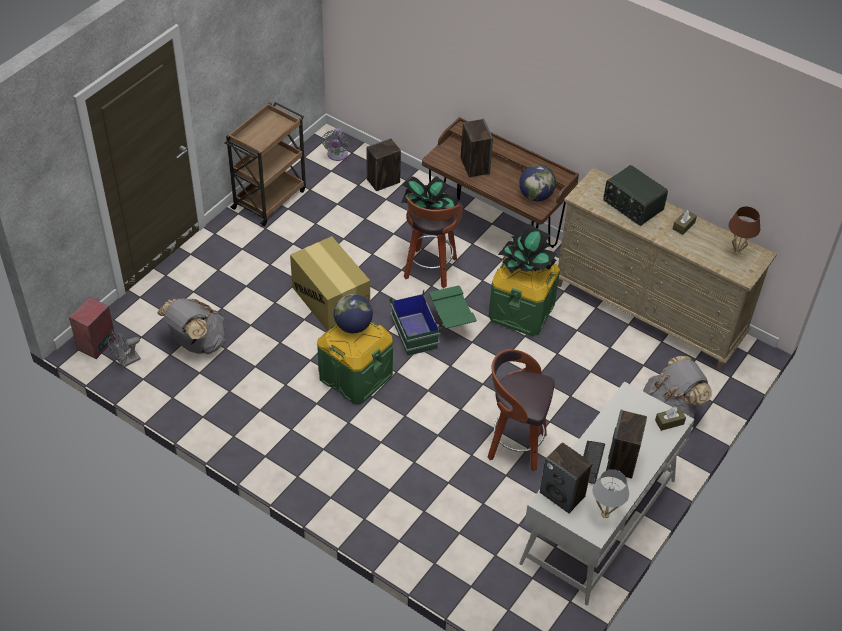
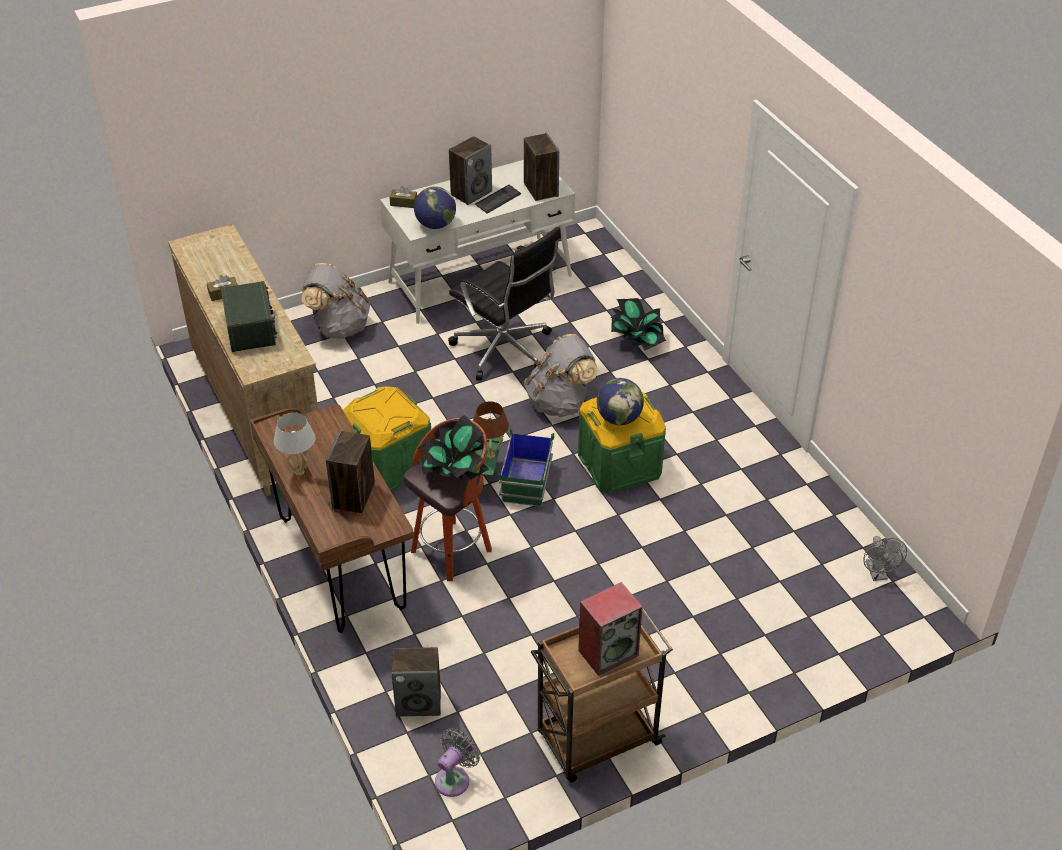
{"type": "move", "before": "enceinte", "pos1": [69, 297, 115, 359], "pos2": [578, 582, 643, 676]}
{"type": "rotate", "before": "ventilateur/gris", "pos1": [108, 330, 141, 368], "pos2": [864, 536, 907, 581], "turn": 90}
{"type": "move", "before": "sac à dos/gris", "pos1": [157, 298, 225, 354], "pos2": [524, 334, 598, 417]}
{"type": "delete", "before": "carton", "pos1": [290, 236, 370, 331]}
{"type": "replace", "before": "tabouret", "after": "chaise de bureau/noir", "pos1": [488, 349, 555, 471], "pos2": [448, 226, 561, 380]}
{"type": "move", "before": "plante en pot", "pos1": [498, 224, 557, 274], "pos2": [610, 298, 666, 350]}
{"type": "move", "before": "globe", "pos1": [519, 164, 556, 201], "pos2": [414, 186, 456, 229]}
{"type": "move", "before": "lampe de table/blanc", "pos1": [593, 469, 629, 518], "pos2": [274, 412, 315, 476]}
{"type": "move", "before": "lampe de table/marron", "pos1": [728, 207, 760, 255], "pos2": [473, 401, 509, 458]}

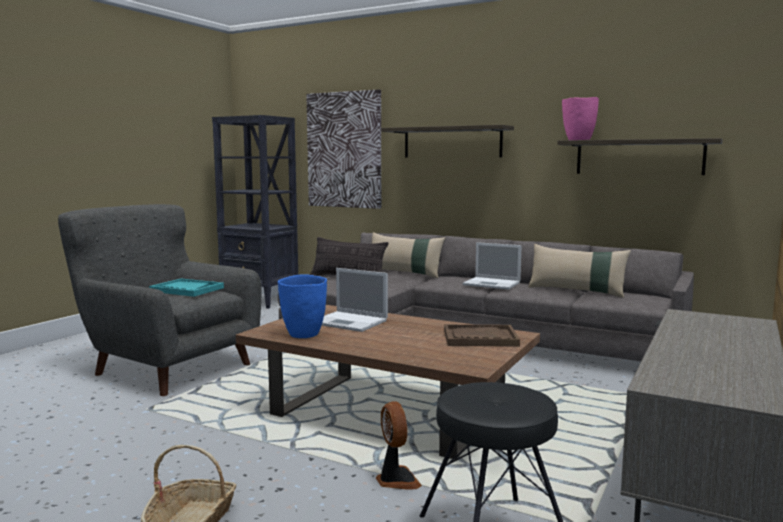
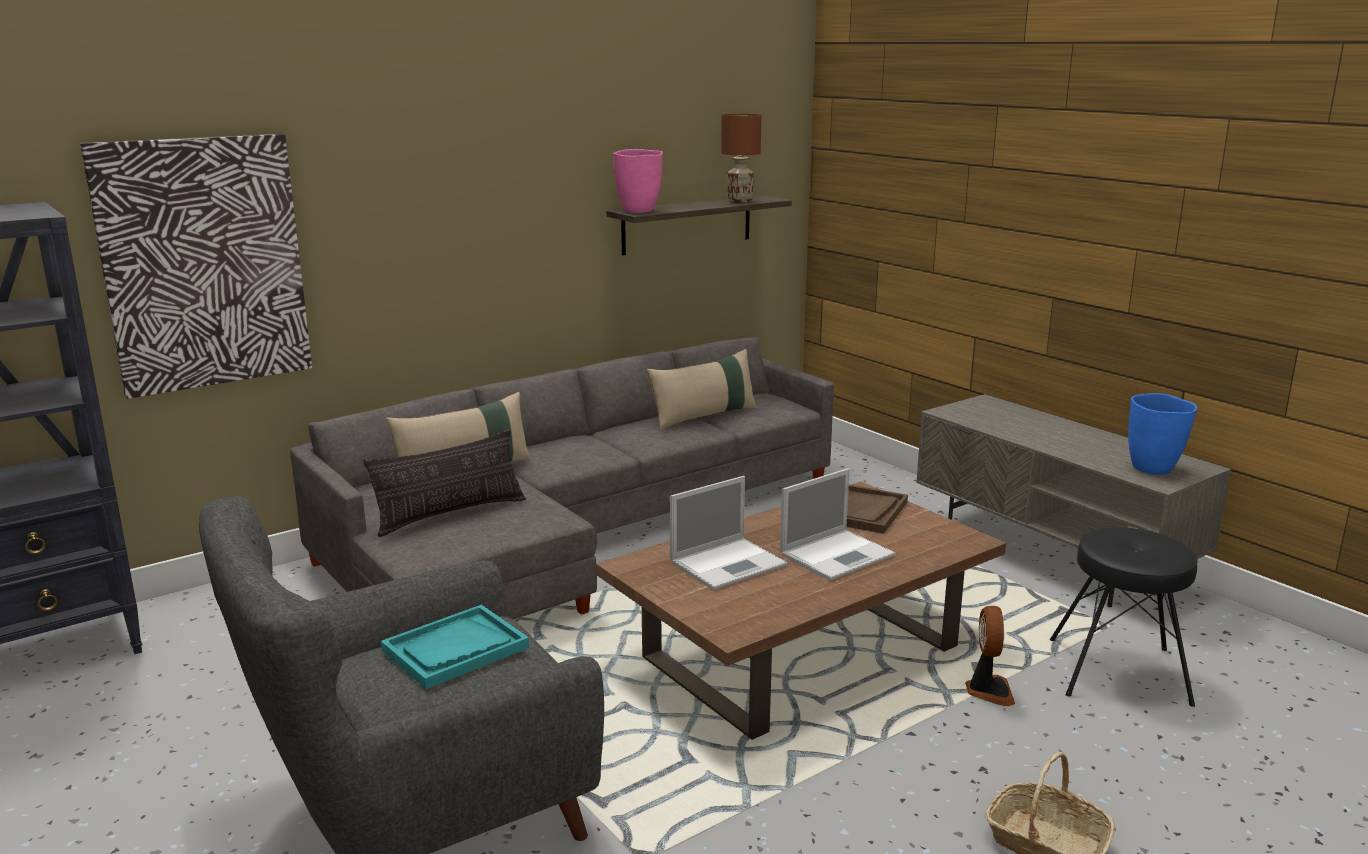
{"type": "move", "before": "vase/bleu", "pos1": [278, 274, 327, 338], "pos2": [1128, 393, 1197, 475]}
{"type": "rotate", "before": "ventilateur", "pos1": [376, 401, 422, 490], "pos2": [965, 606, 1015, 706], "turn": 90}
{"type": "delete", "before": "étagère", "pos1": [381, 125, 514, 158]}
{"type": "move", "before": "ordinateur portable", "pos1": [463, 242, 522, 290], "pos2": [780, 468, 895, 581]}
{"type": "insert", "after": "lampe de table/marron", "pos2": [721, 114, 761, 203]}

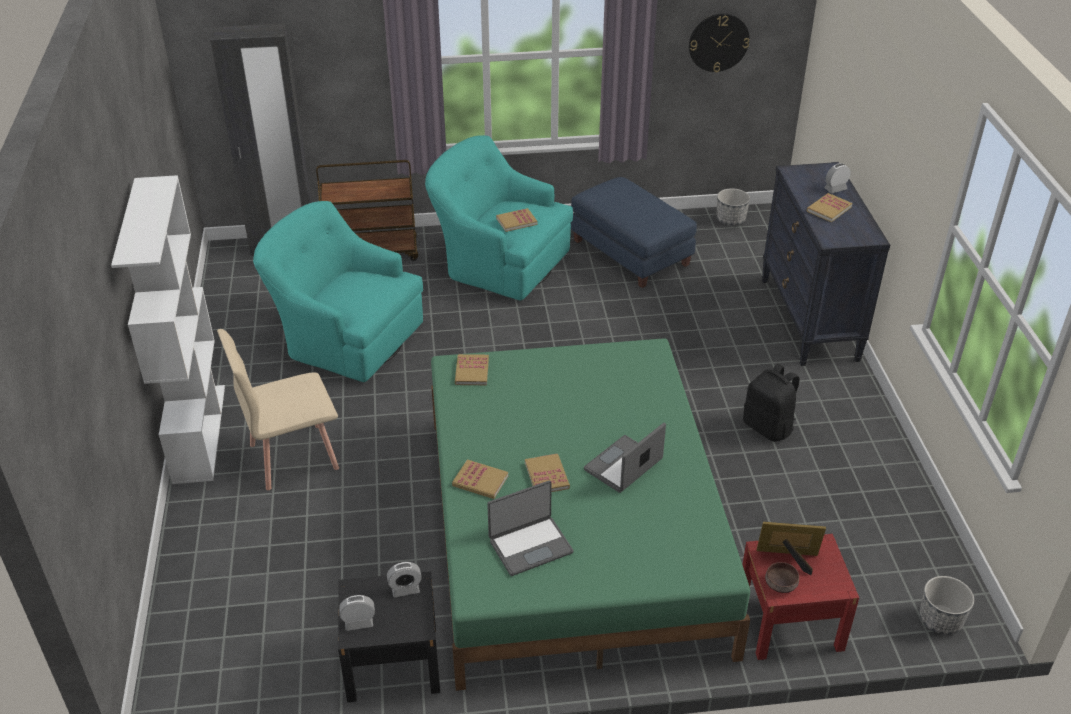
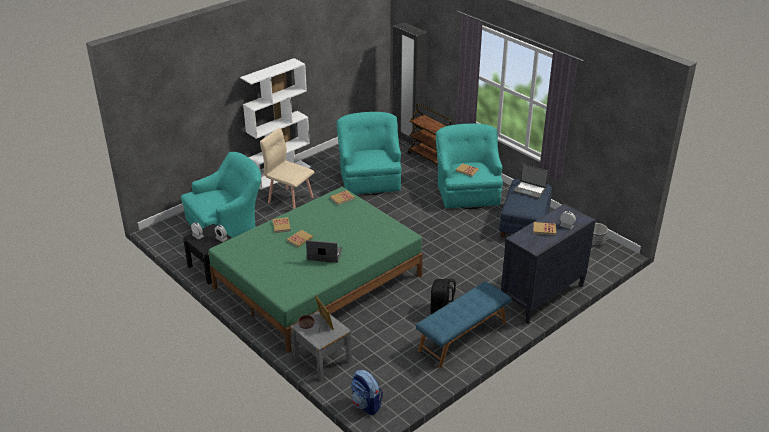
{"type": "move", "before": "ordinateur portable", "pos1": [487, 480, 574, 576], "pos2": [513, 164, 548, 199]}
{"type": "delete", "before": "horloge murale", "pos1": [689, 13, 749, 72]}
{"type": "recolor", "before": "table de chevet/rouge", "after": "table de chevet/gris", "pos1": [742, 534, 859, 660], "pos2": [291, 311, 352, 381]}
{"type": "replace", "before": "cache-pot", "after": "sac à dos", "pos1": [919, 576, 974, 635], "pos2": [351, 370, 383, 415]}
{"type": "insert", "after": "fauteuil/turquoise", "pos2": [181, 152, 261, 238]}
{"type": "insert", "after": "banc/bleu", "pos2": [416, 281, 512, 368]}

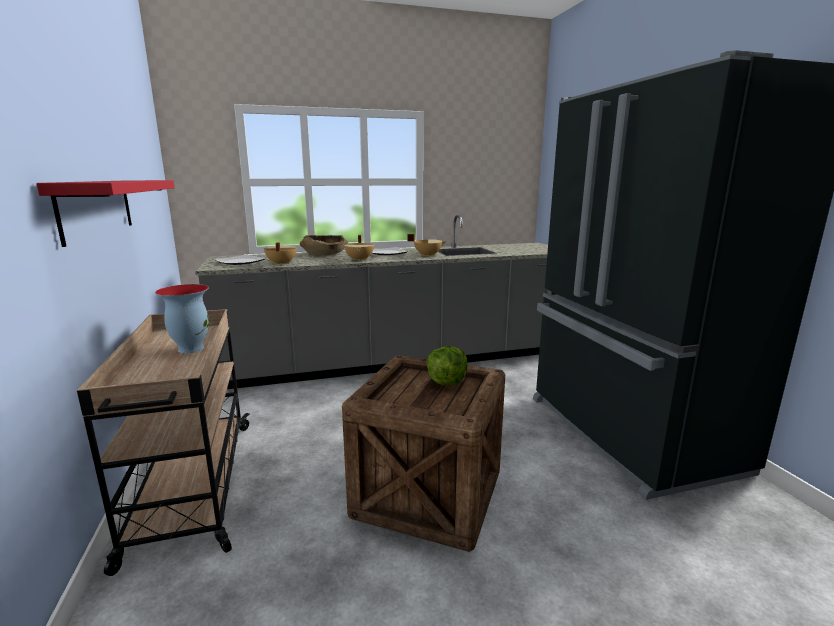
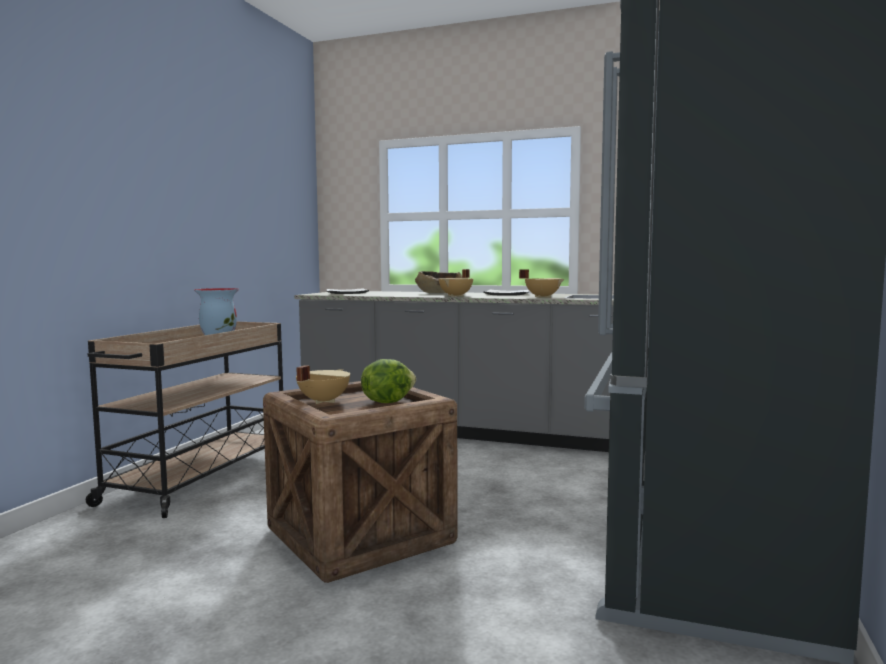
{"type": "delete", "before": "étagère/rouge", "pos1": [36, 180, 175, 247]}
{"type": "move", "before": "marmite/beige", "pos1": [264, 242, 297, 265], "pos2": [296, 365, 350, 404]}

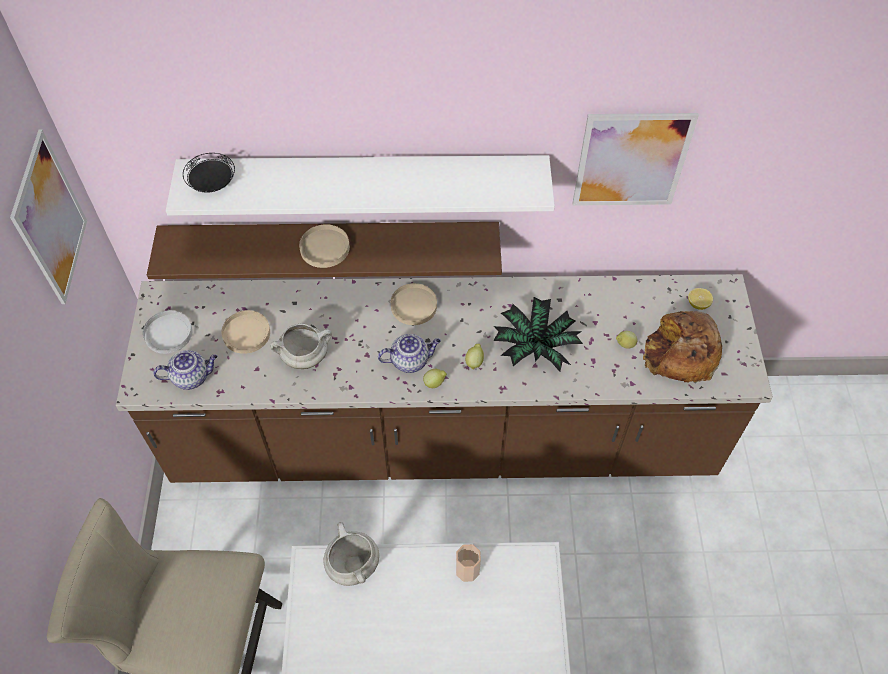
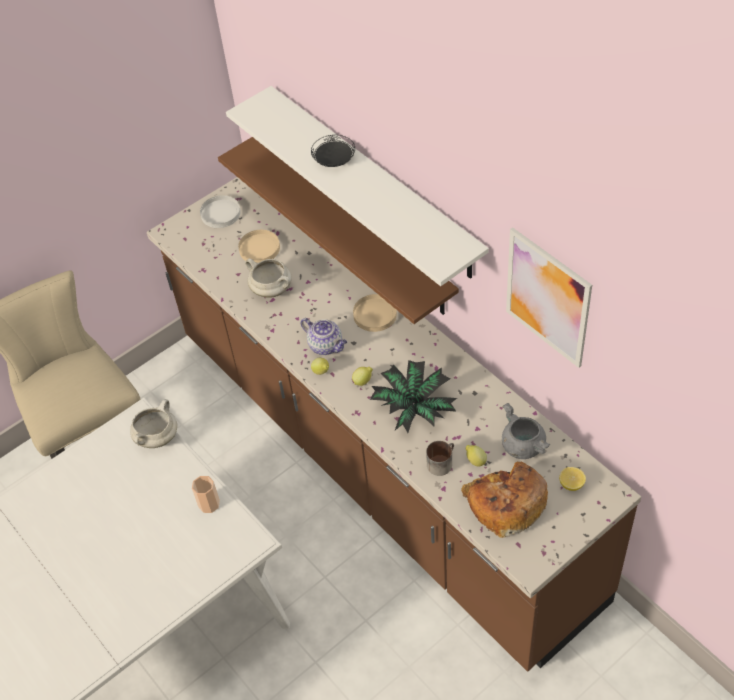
{"type": "delete", "before": "tableau", "pos1": [10, 130, 87, 304]}
{"type": "delete", "before": "théière", "pos1": [153, 350, 218, 390]}
{"type": "move", "before": "assiette/noir", "pos1": [183, 153, 235, 193], "pos2": [311, 135, 355, 167]}
{"type": "delete", "before": "assiette/beige", "pos1": [299, 224, 350, 268]}
{"type": "insert", "after": "mug", "pos2": [426, 441, 454, 476]}
{"type": "insert", "after": "marmite/gris", "pos2": [502, 403, 550, 459]}

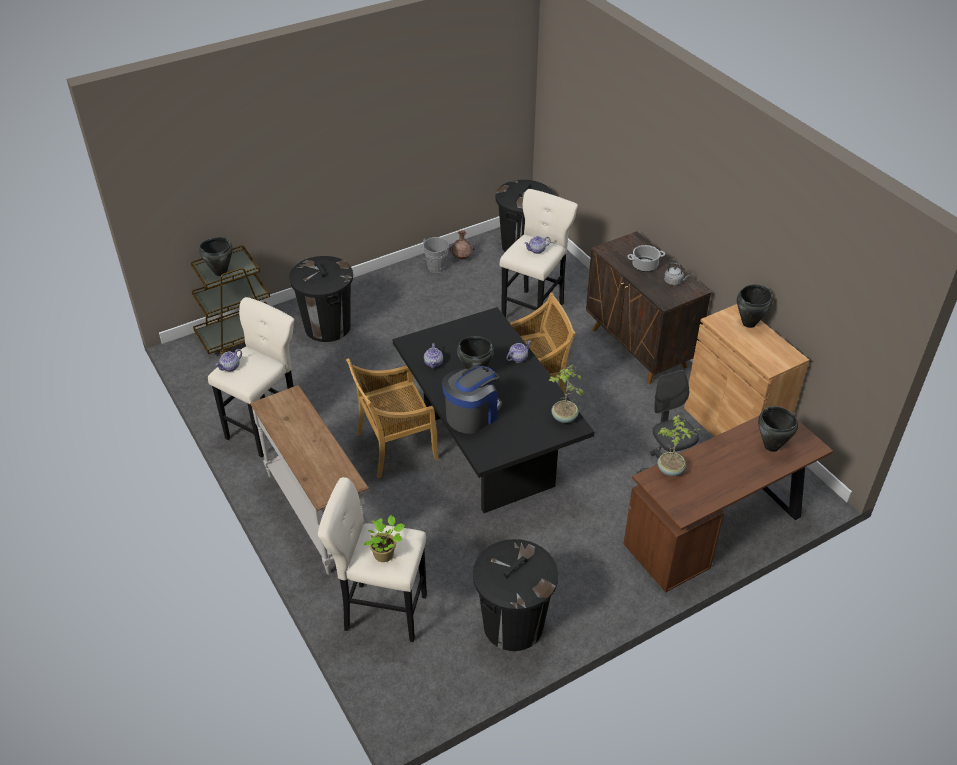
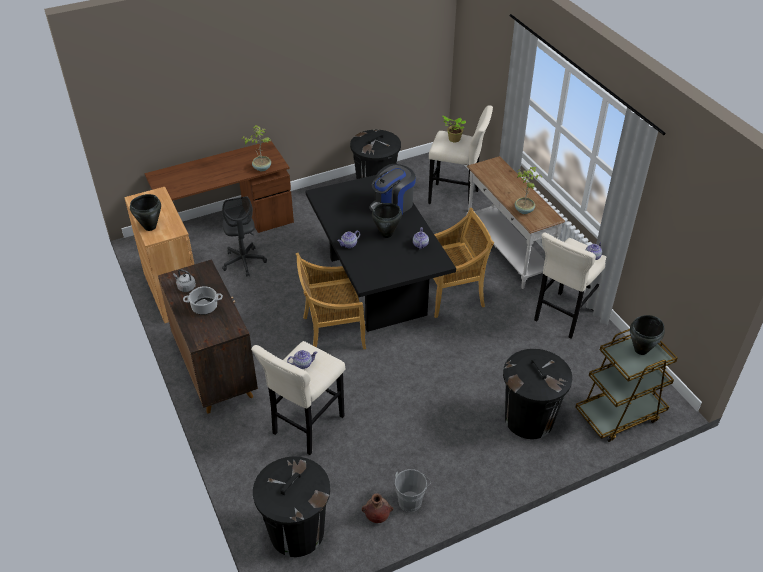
{"type": "move", "before": "plante en pot", "pos1": [548, 365, 583, 423], "pos2": [515, 167, 543, 214]}
{"type": "delete", "before": "marmite/noir", "pos1": [758, 406, 798, 452]}

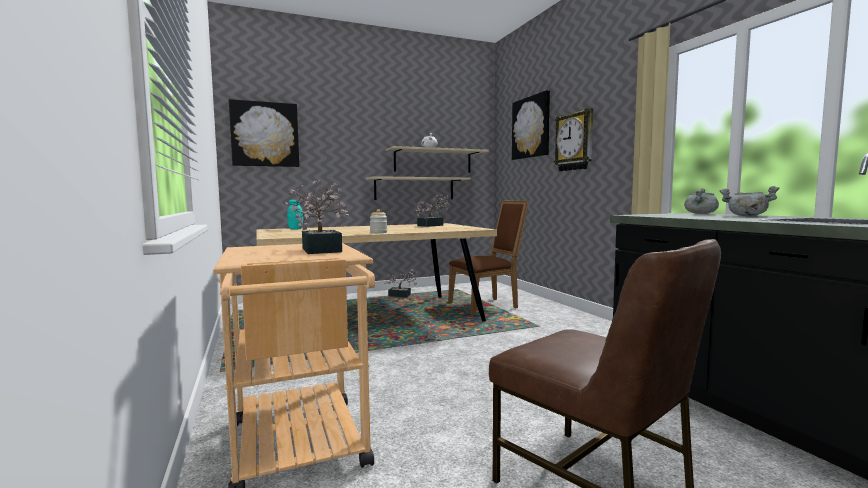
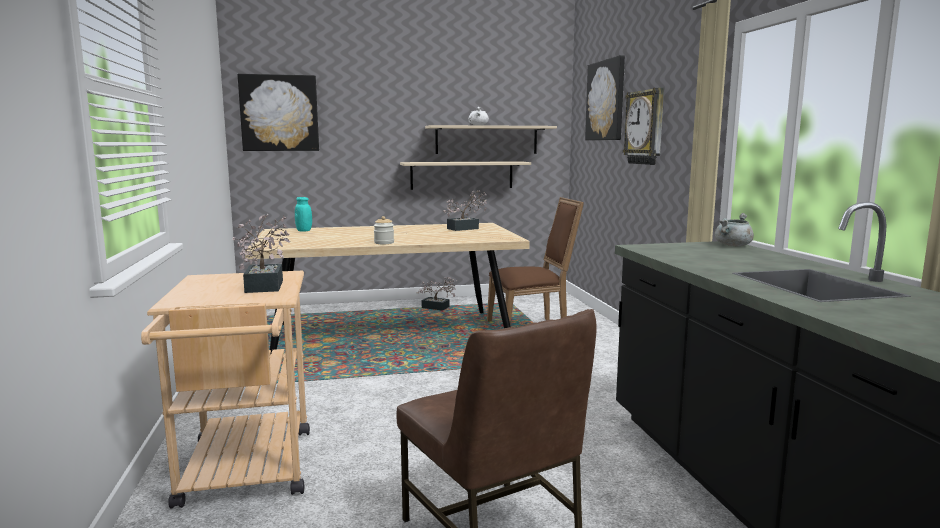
{"type": "delete", "before": "marmite/gris", "pos1": [719, 186, 780, 216]}

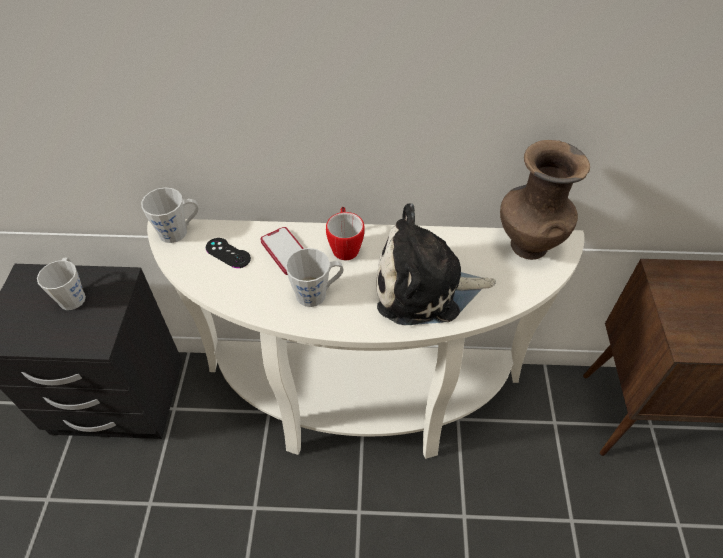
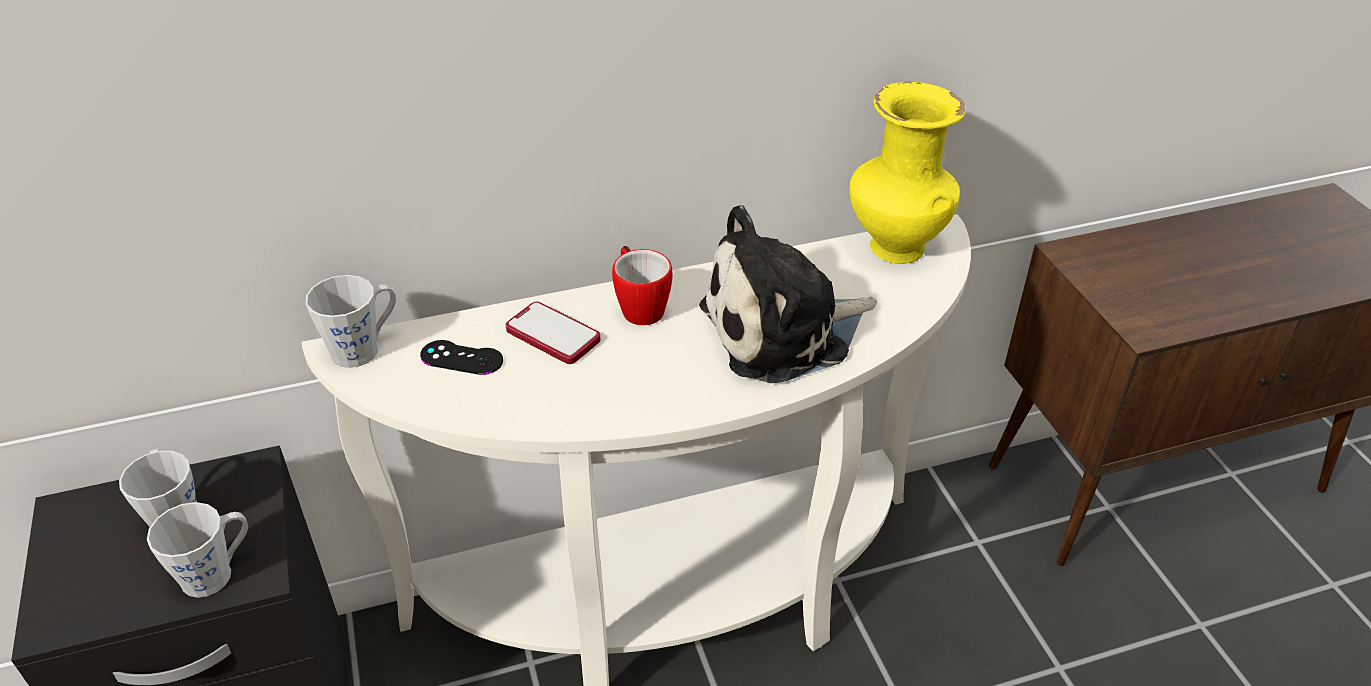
{"type": "move", "before": "mug/gris", "pos1": [285, 248, 343, 307], "pos2": [147, 502, 248, 598]}
{"type": "recolor", "before": "vase/marron", "after": "vase/jaune", "pos1": [500, 140, 590, 260], "pos2": [849, 81, 966, 264]}

